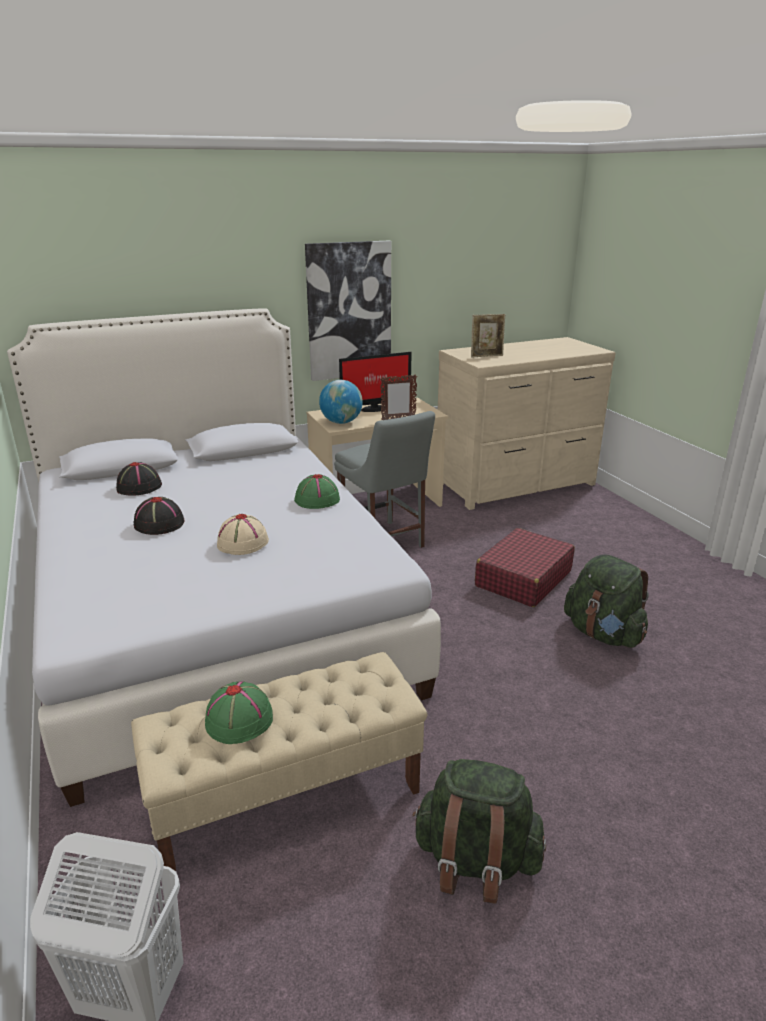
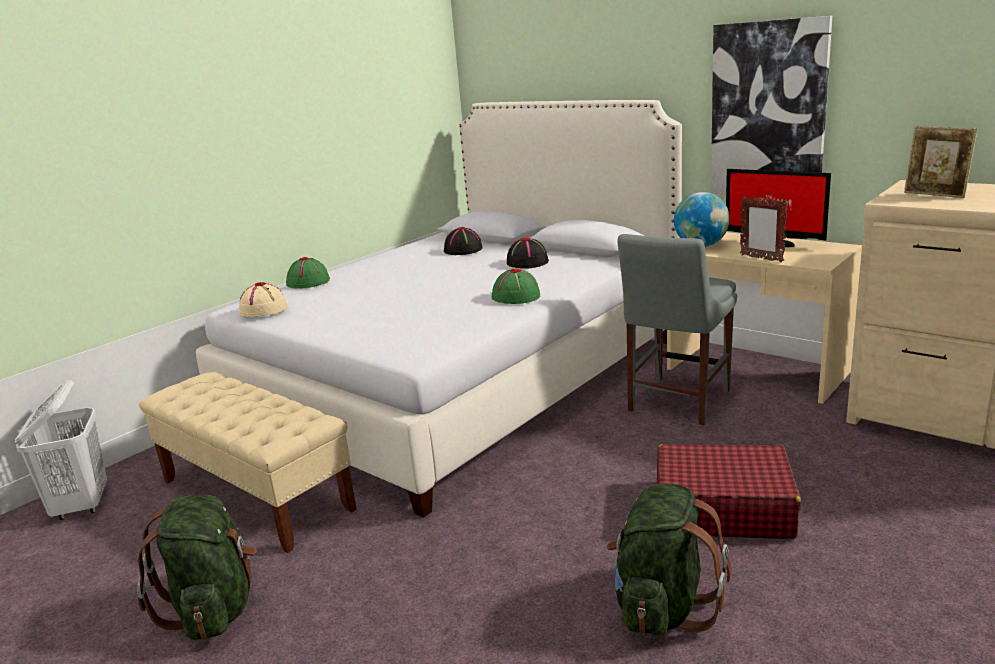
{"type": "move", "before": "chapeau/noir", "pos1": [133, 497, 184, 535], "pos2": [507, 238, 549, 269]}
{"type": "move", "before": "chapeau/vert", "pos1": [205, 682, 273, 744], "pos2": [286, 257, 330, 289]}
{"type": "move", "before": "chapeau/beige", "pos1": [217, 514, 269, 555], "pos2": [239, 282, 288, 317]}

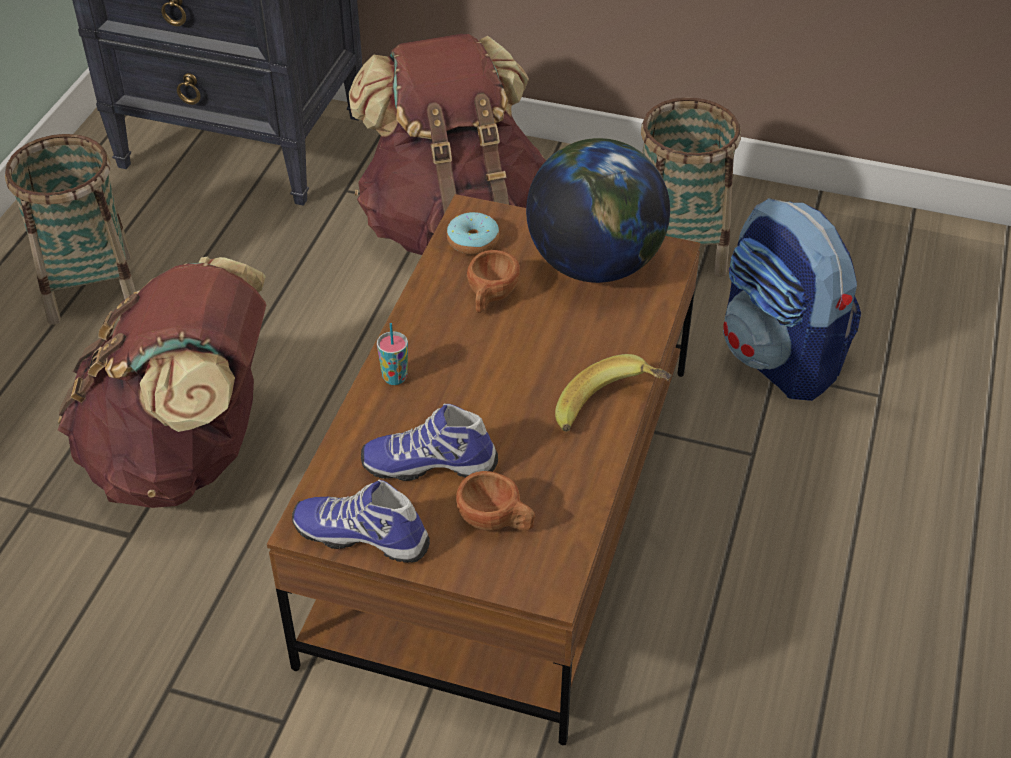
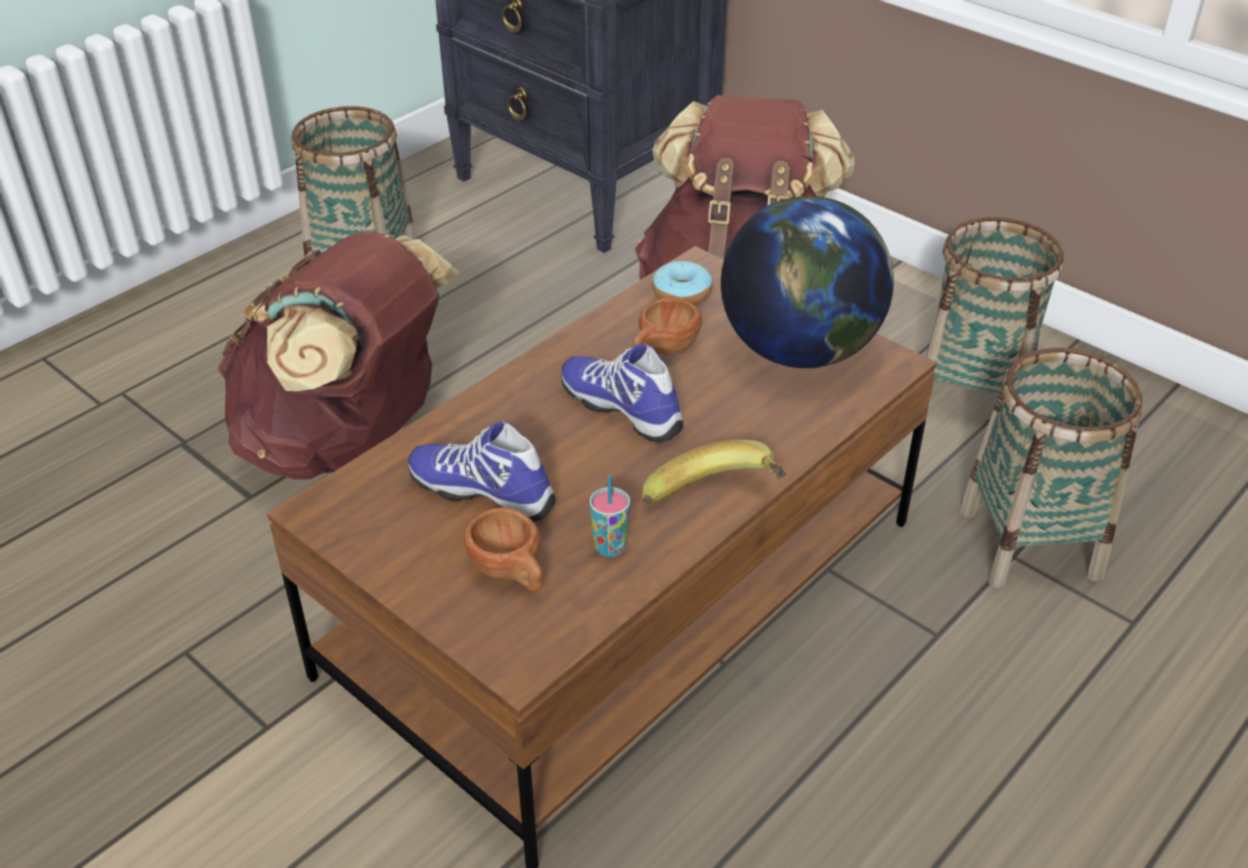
{"type": "move", "before": "chaussure", "pos1": [292, 479, 430, 563], "pos2": [561, 344, 683, 443]}
{"type": "move", "before": "tasse", "pos1": [377, 323, 408, 385], "pos2": [589, 475, 630, 557]}
{"type": "replace", "before": "sac à dos", "after": "panier", "pos1": [723, 198, 861, 401], "pos2": [960, 348, 1142, 588]}

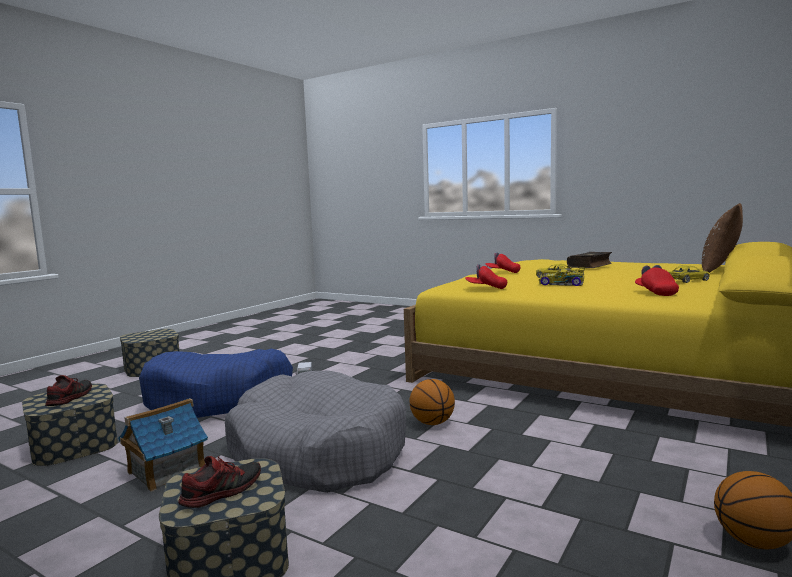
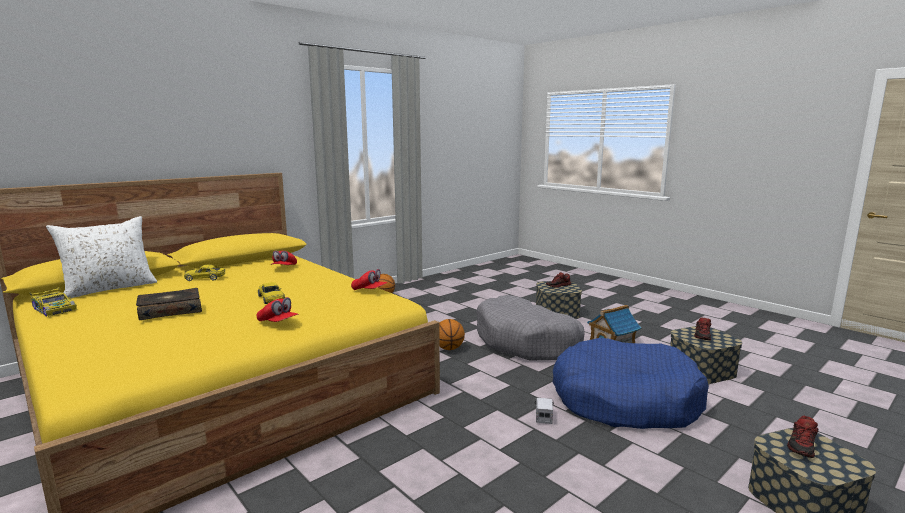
{"type": "move", "before": "petite voiture", "pos1": [539, 267, 585, 286], "pos2": [29, 287, 77, 317]}
{"type": "recolor", "before": "coussin/marron", "after": "coussin/blanc", "pos1": [702, 203, 743, 273], "pos2": [46, 216, 157, 298]}
{"type": "insert", "after": "chaussure", "pos2": [787, 416, 818, 458]}

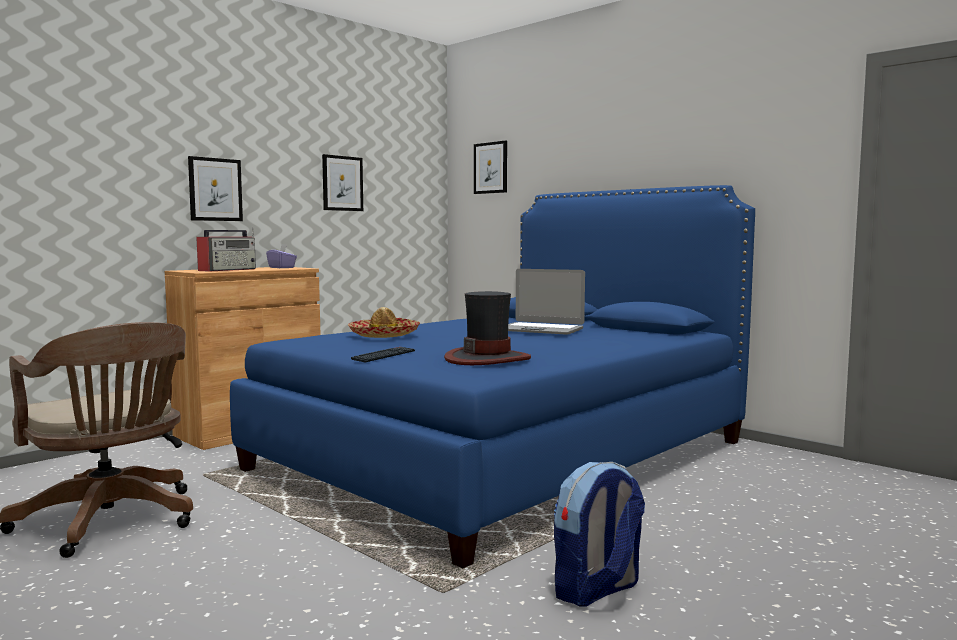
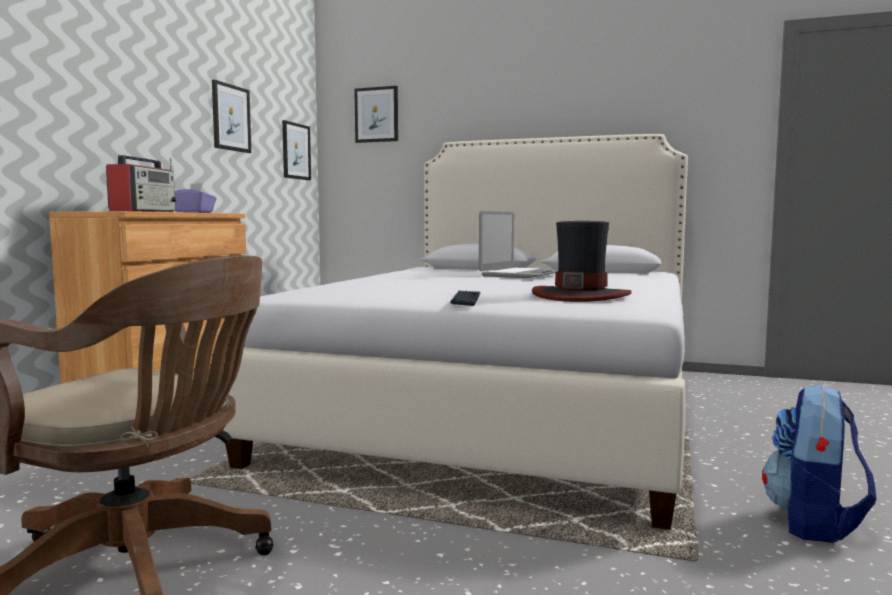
{"type": "move", "before": "tableau", "pos1": [188, 156, 243, 221], "pos2": [282, 120, 311, 180]}
{"type": "recolor", "before": "lit/bleu", "after": "lit/blanc", "pos1": [230, 185, 755, 568], "pos2": [223, 134, 688, 530]}
{"type": "delete", "before": "chapeau", "pos1": [348, 307, 420, 338]}
{"type": "rotate", "before": "ordinateur portable", "pos1": [508, 269, 585, 335], "pos2": [479, 211, 558, 278], "turn": -60}

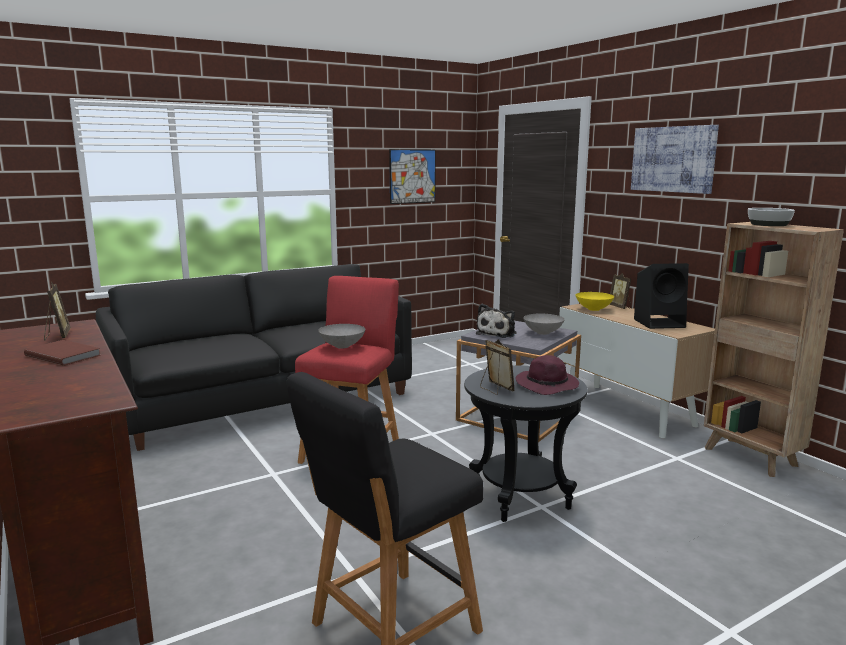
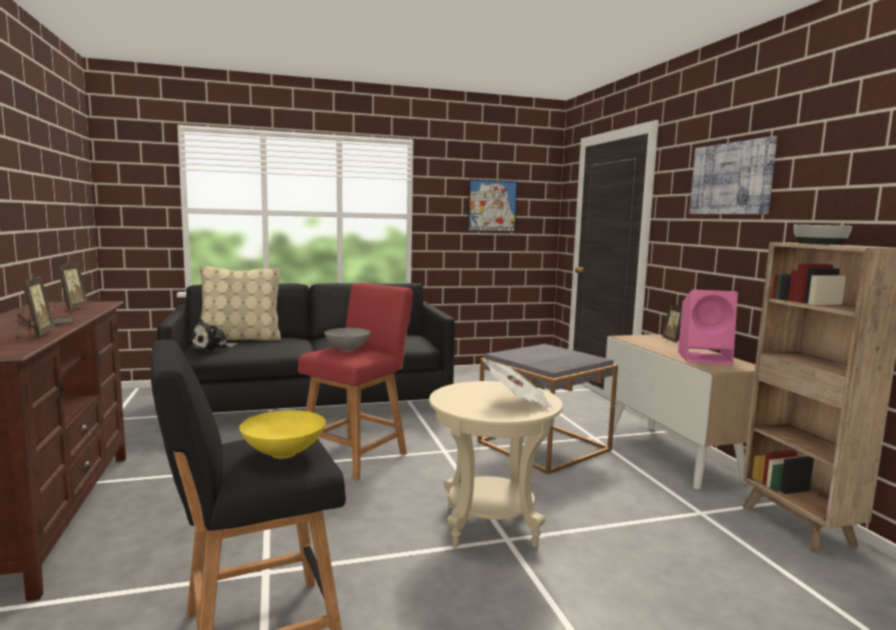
{"type": "recolor", "before": "table d'appoint/noir", "after": "table d'appoint/beige", "pos1": [464, 366, 588, 522], "pos2": [429, 381, 563, 548]}
{"type": "move", "before": "peluche", "pos1": [476, 304, 517, 338], "pos2": [191, 318, 238, 352]}
{"type": "move", "before": "cadre photo", "pos1": [480, 339, 515, 395], "pos2": [16, 272, 55, 338]}
{"type": "replace", "before": "chapeau/violet", "after": "journal", "pos1": [515, 355, 579, 395], "pos2": [483, 360, 554, 409]}
{"type": "delete", "before": "bol/gris", "pos1": [523, 313, 565, 335]}
{"type": "move", "before": "bol/jaune", "pos1": [576, 292, 614, 311], "pos2": [240, 410, 326, 459]}
{"type": "recolor", "before": "enceinte/noir", "after": "enceinte/rose", "pos1": [634, 263, 689, 329], "pos2": [678, 289, 738, 365]}
{"type": "insert", "after": "coussin/beige", "pos2": [200, 266, 281, 341]}

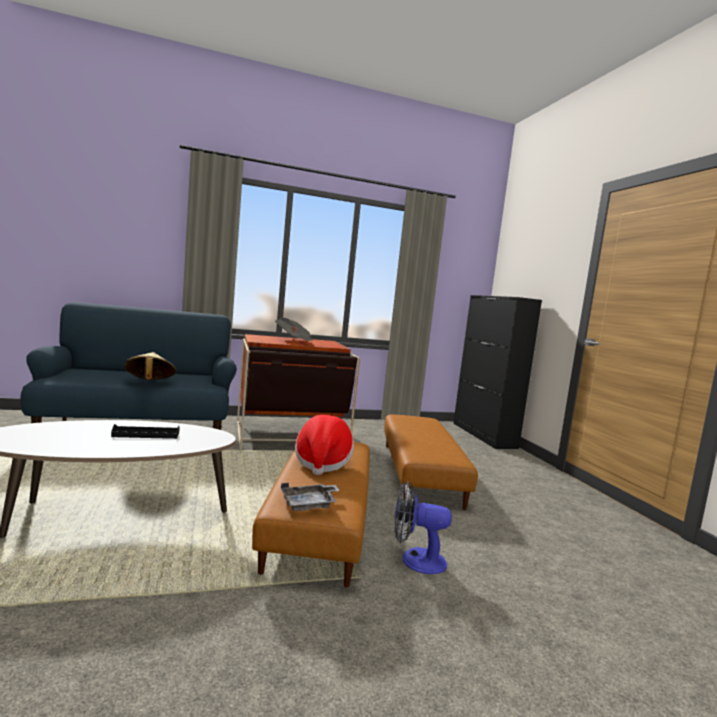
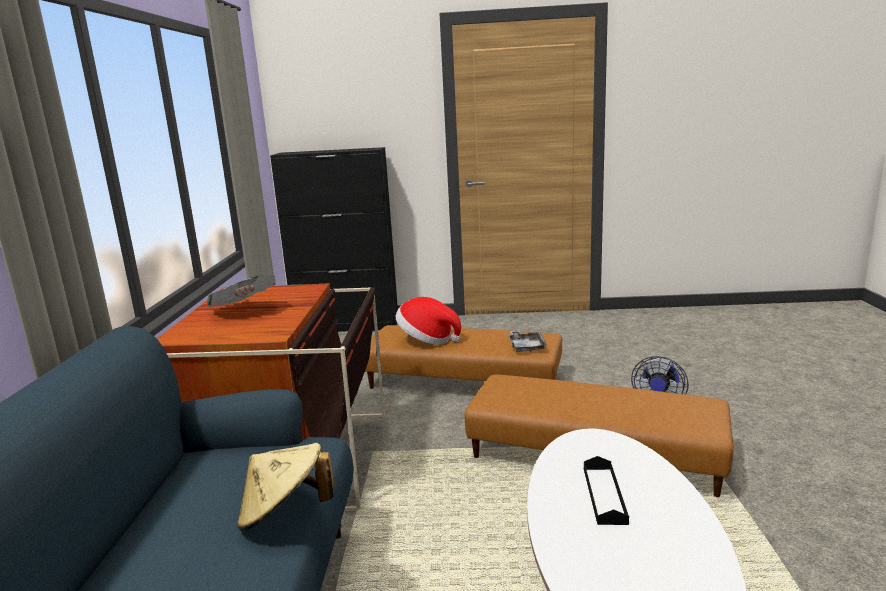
{"type": "move", "before": "plateau/gris", "pos1": [281, 483, 340, 511], "pos2": [508, 330, 547, 352]}
{"type": "move", "before": "chapeau", "pos1": [295, 415, 354, 475], "pos2": [396, 297, 461, 345]}

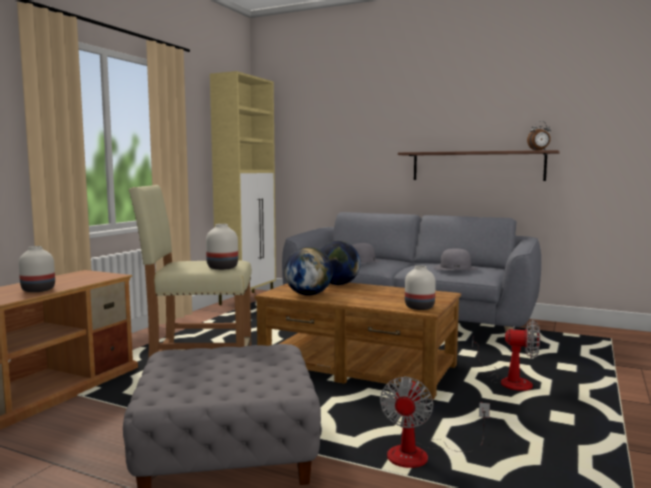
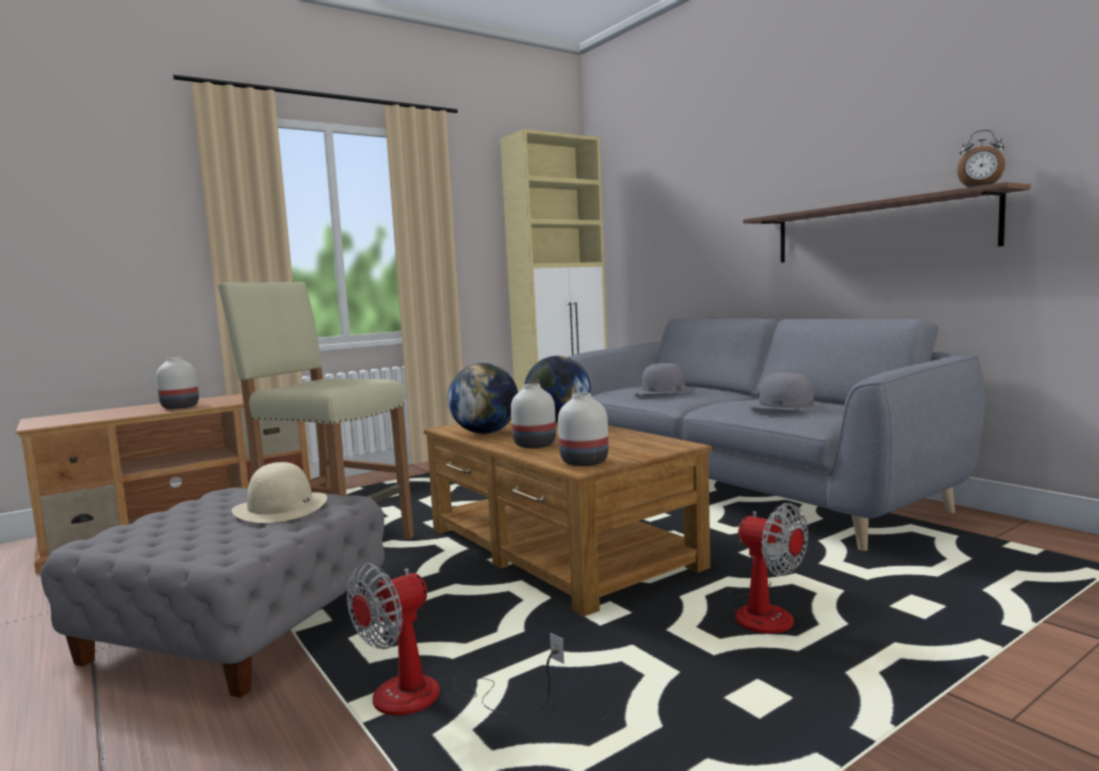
{"type": "move", "before": "vase/blanc", "pos1": [206, 224, 238, 270], "pos2": [511, 383, 556, 448]}
{"type": "insert", "after": "chapeau/beige", "pos2": [232, 462, 327, 523]}

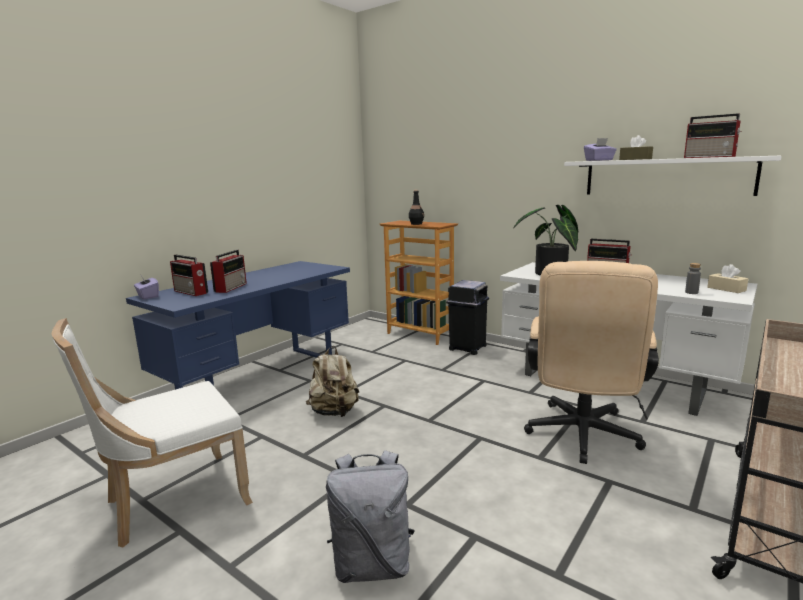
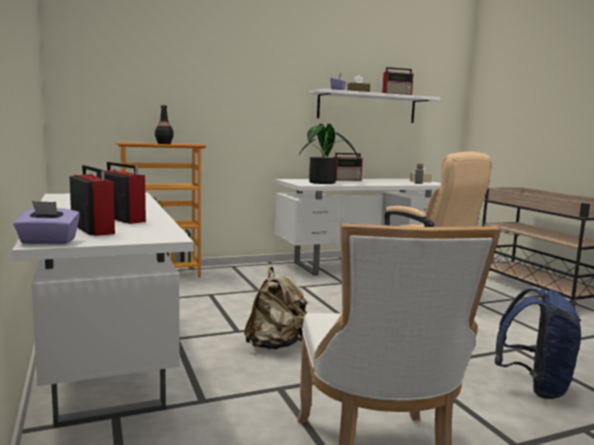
{"type": "recolor", "before": "bureau/bleu", "after": "bureau/blanc", "pos1": [126, 261, 350, 390], "pos2": [12, 193, 194, 427]}
{"type": "rotate", "before": "radio", "pos1": [170, 255, 208, 296], "pos2": [69, 165, 115, 236], "turn": -105}
{"type": "recolor", "before": "sac à dos/gris", "after": "sac à dos/bleu", "pos1": [326, 450, 415, 583], "pos2": [494, 288, 581, 399]}
{"type": "delete", "before": "poubelle/noir", "pos1": [446, 280, 489, 355]}

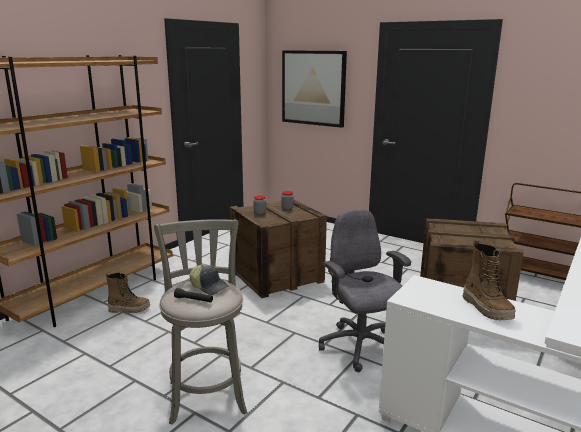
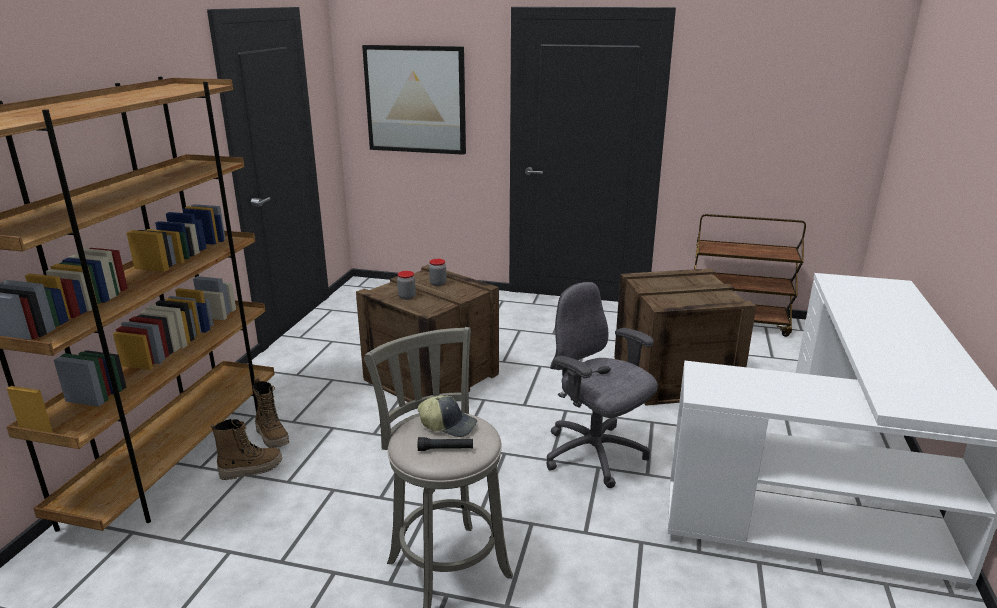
{"type": "move", "before": "botte", "pos1": [463, 239, 516, 320], "pos2": [253, 378, 289, 448]}

